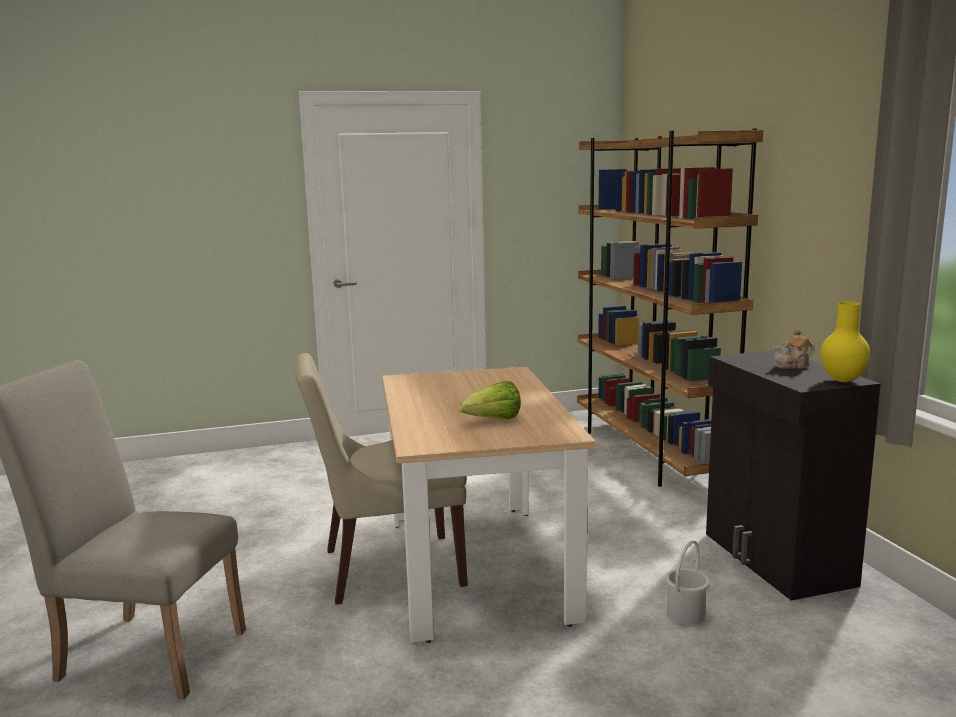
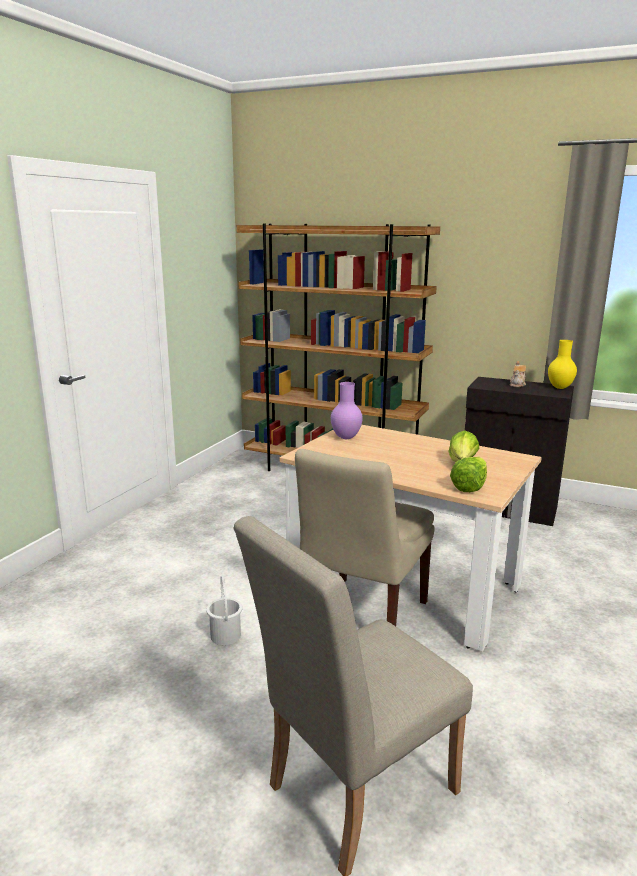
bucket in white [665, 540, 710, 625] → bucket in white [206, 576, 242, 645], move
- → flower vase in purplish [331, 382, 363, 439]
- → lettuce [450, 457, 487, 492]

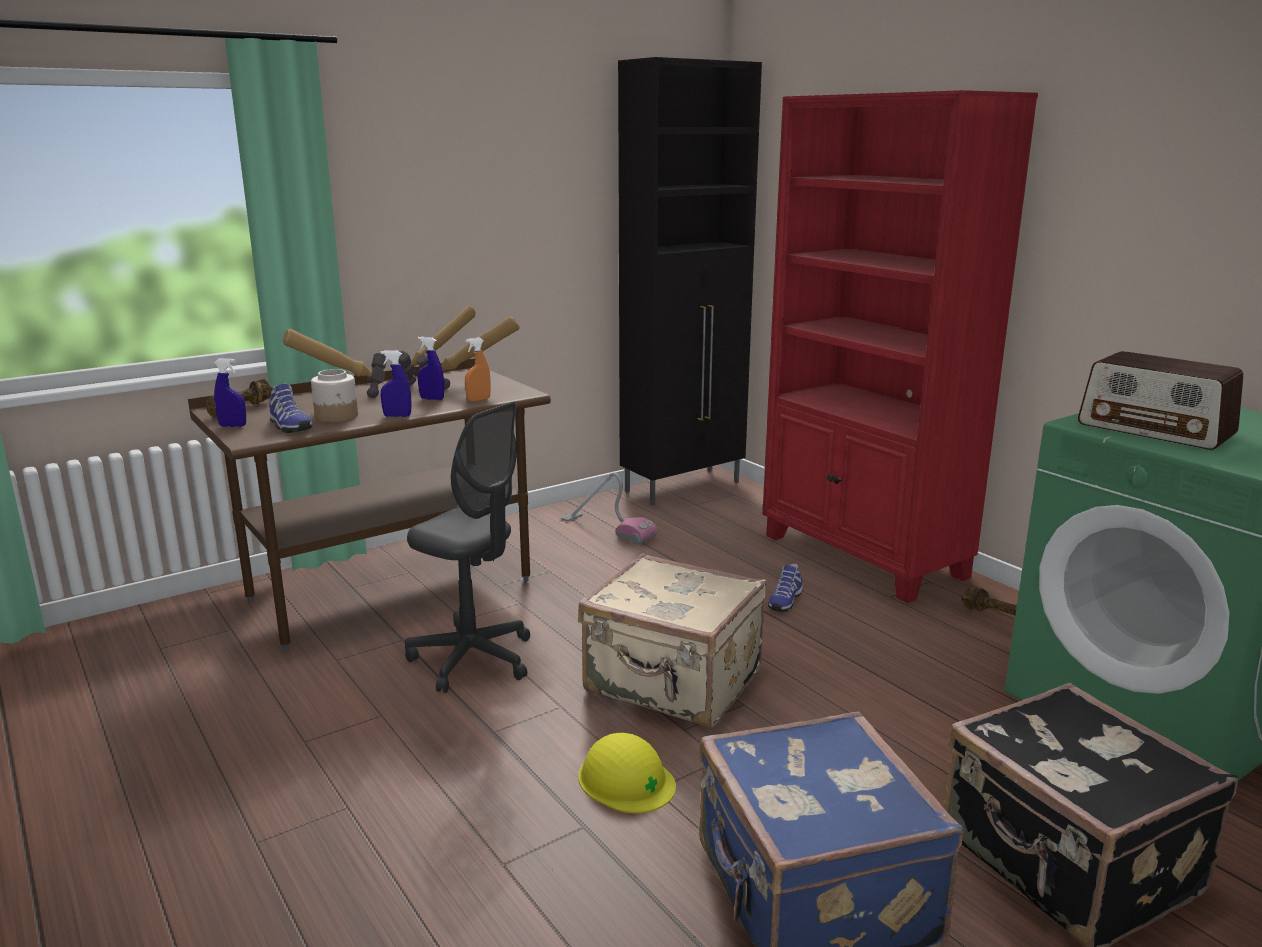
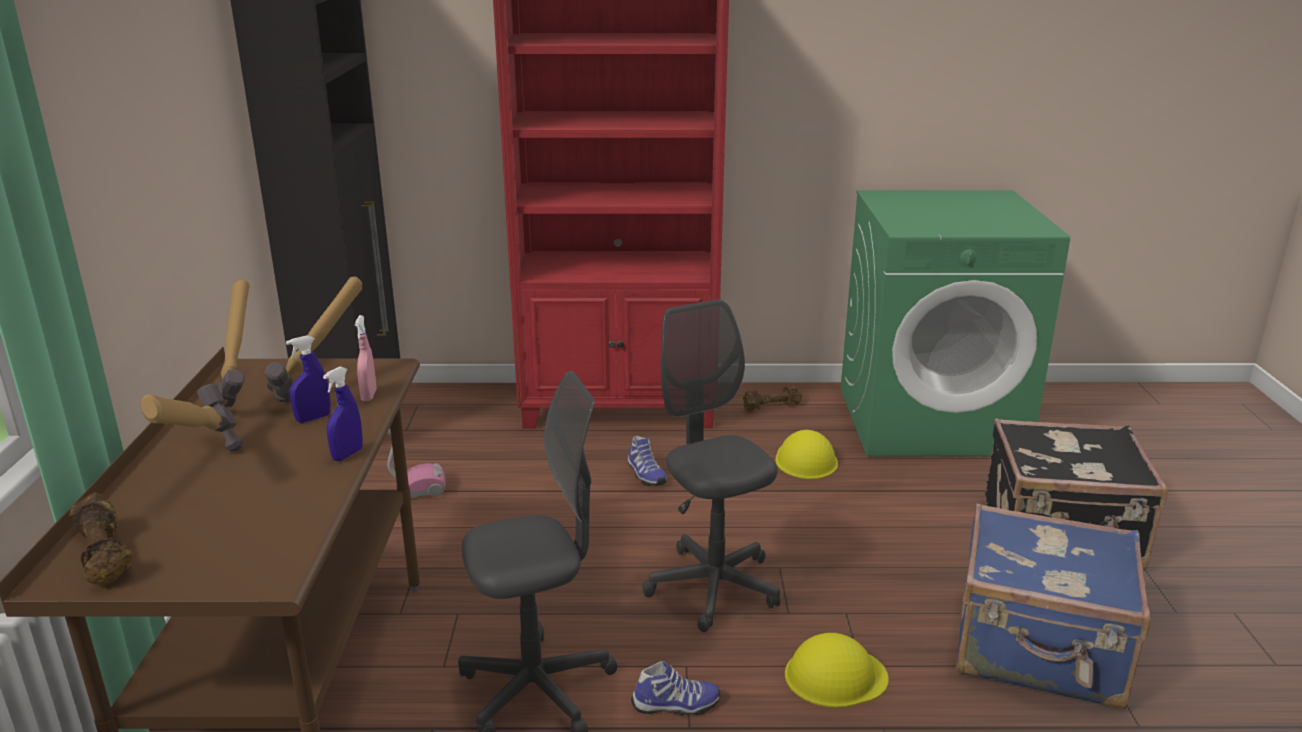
spray bottle in orange-coloured [465, 338, 491, 402] → spray bottle in pink [355, 315, 376, 401]
item of footwear [269, 384, 312, 433] → item of footwear [631, 661, 720, 716], move
suitcase in sand-coloured [578, 553, 767, 728] → office chair in gray [642, 299, 780, 632]
- → safety helmet in yellow [775, 430, 838, 479]
spray bottle in bluish [214, 358, 246, 427] → -
jar [311, 369, 358, 422] → -
radio set [1078, 351, 1243, 450] → -

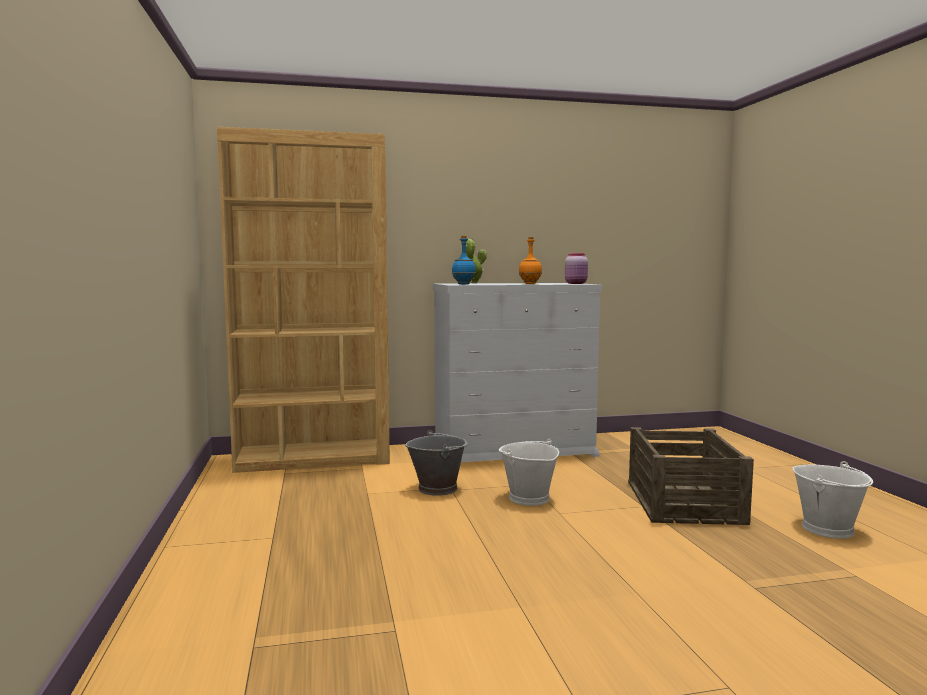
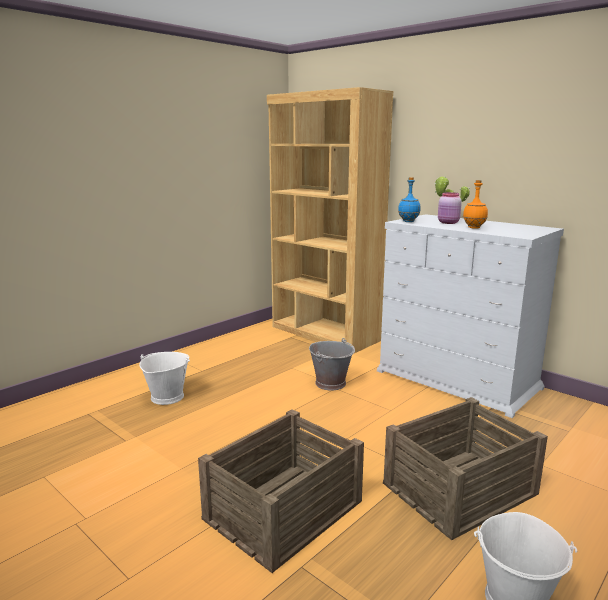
bucket in white [499, 439, 559, 506] → bucket in white [139, 352, 190, 405], move
- → packing crate [198, 409, 364, 573]
jar in pink [565, 253, 588, 284] → jar in pink [438, 192, 462, 224], move

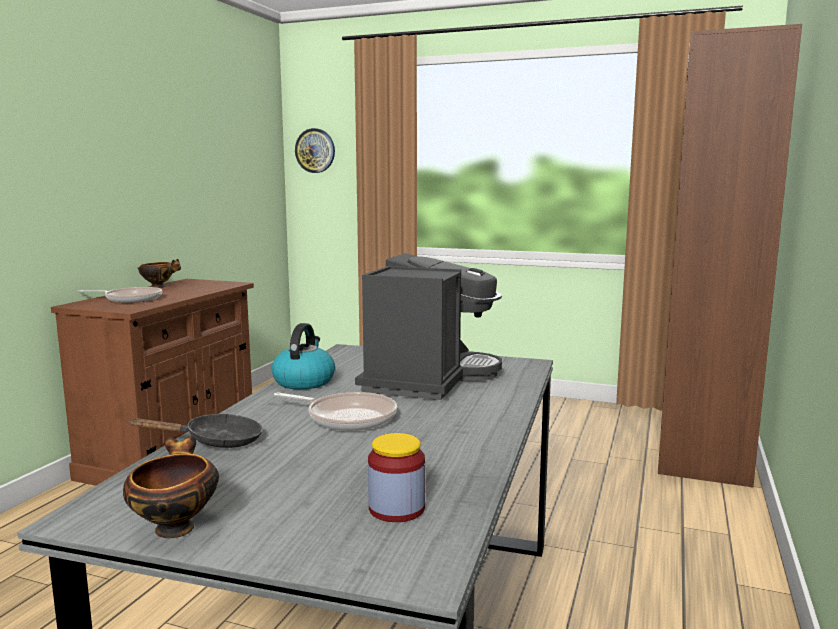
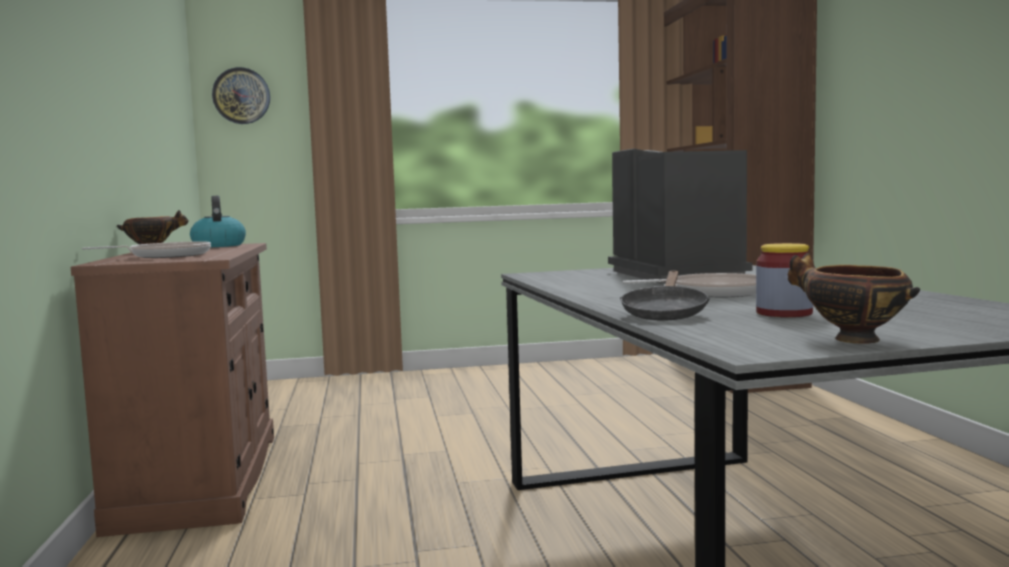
tea kettle [272, 323, 335, 389] → tea kettle [190, 196, 246, 247], move
pan in black-coloured [128, 414, 263, 448] → pan in black-coloured [620, 270, 710, 321], 150 degrees clockwise
jar [368, 433, 425, 522] → jar [756, 243, 814, 317], move

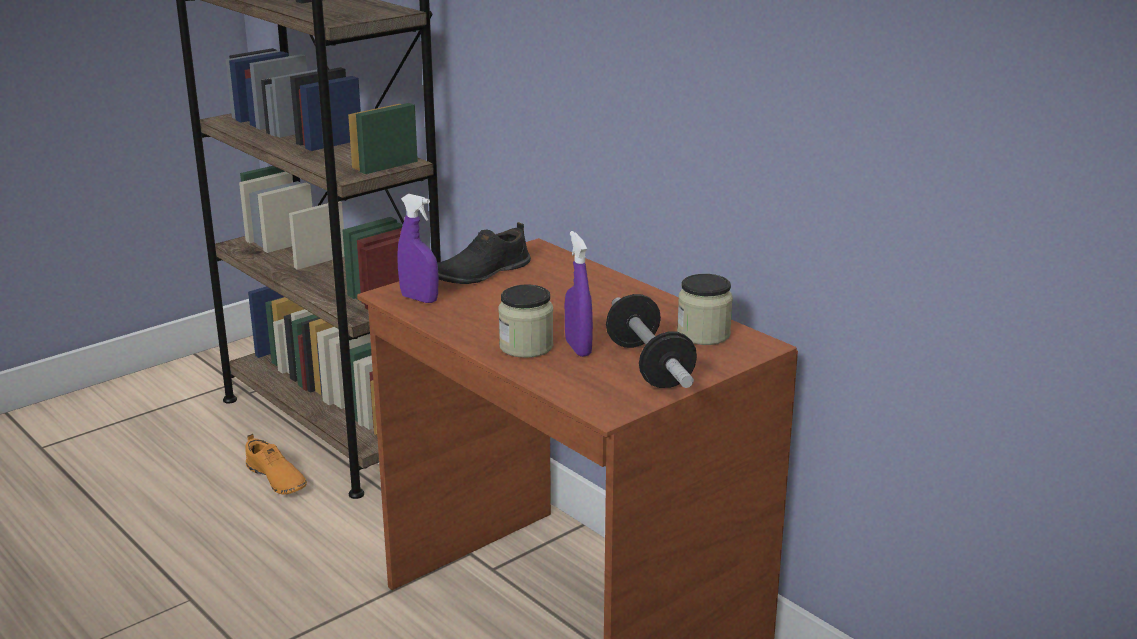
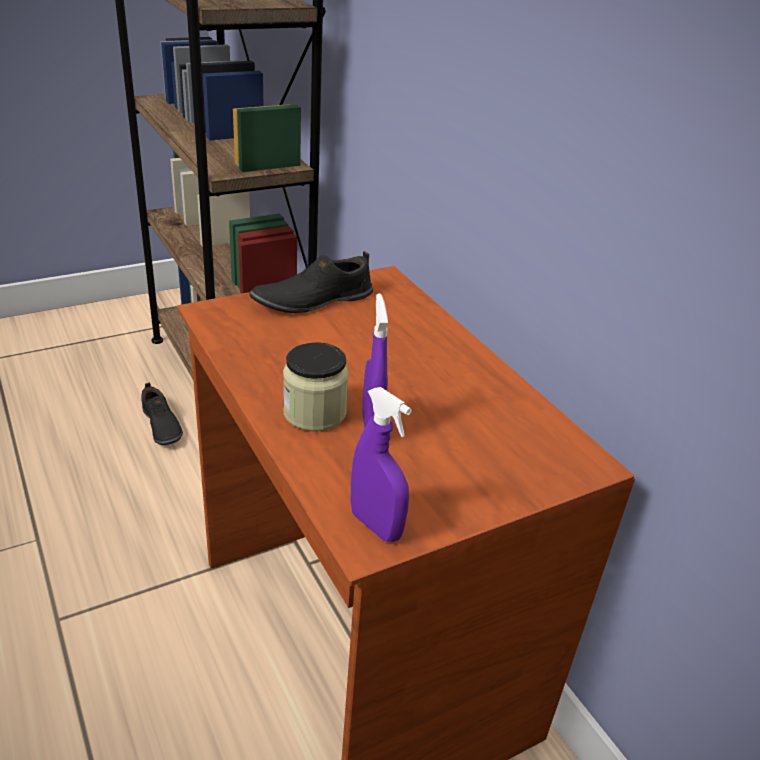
item of footwear in orange-coloured [245, 434, 307, 495] → item of footwear in black-coloured [141, 382, 183, 445]
spray bottle in purplish [397, 194, 439, 303] → spray bottle in purplish [351, 387, 412, 542], move
dumbbell [606, 294, 697, 388] → -
jar [677, 274, 733, 345] → -

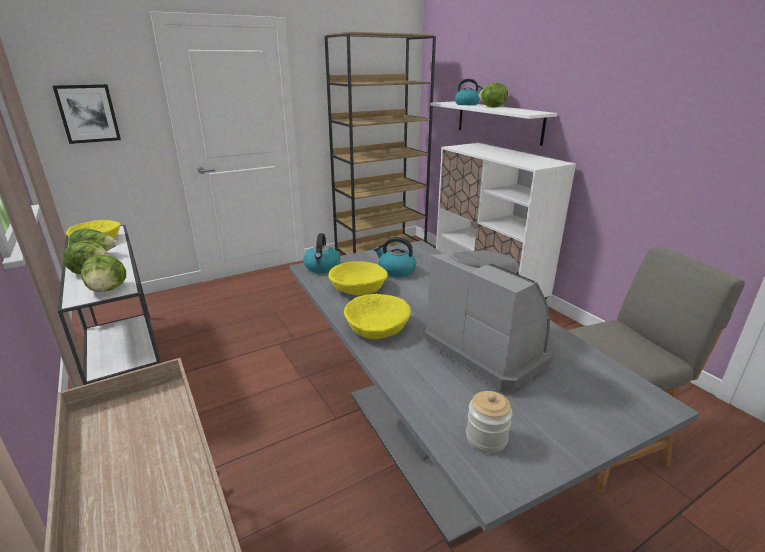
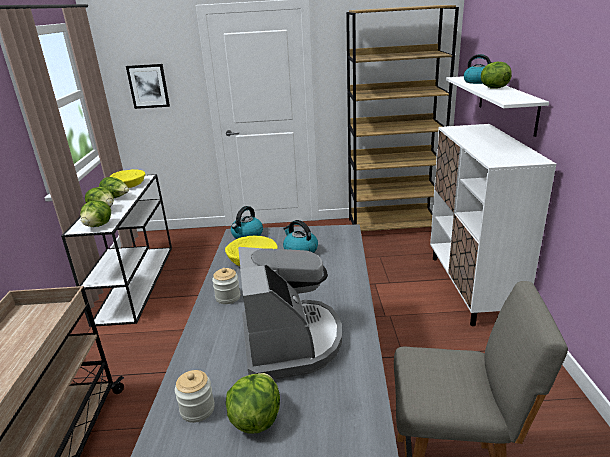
bowl in yellow [344, 294, 411, 339] → jar [212, 268, 240, 304]
- → lettuce [226, 373, 280, 433]

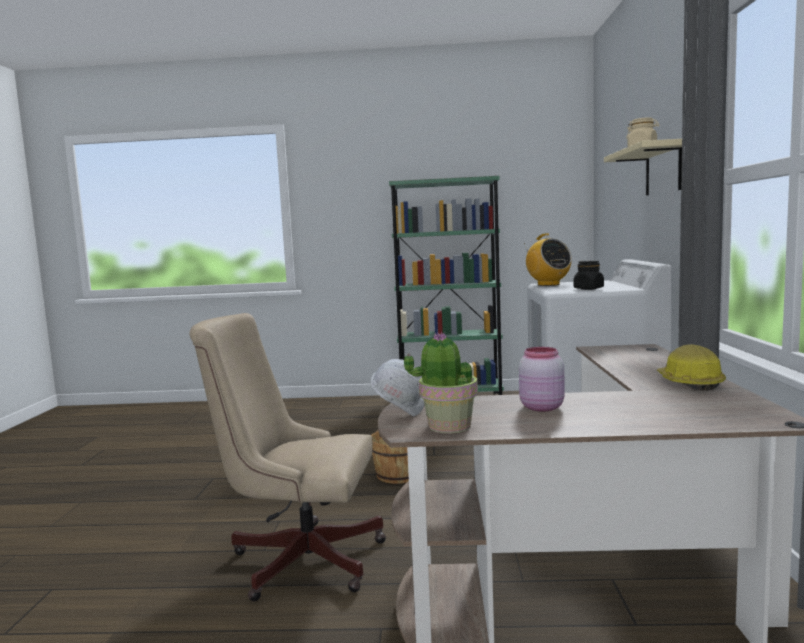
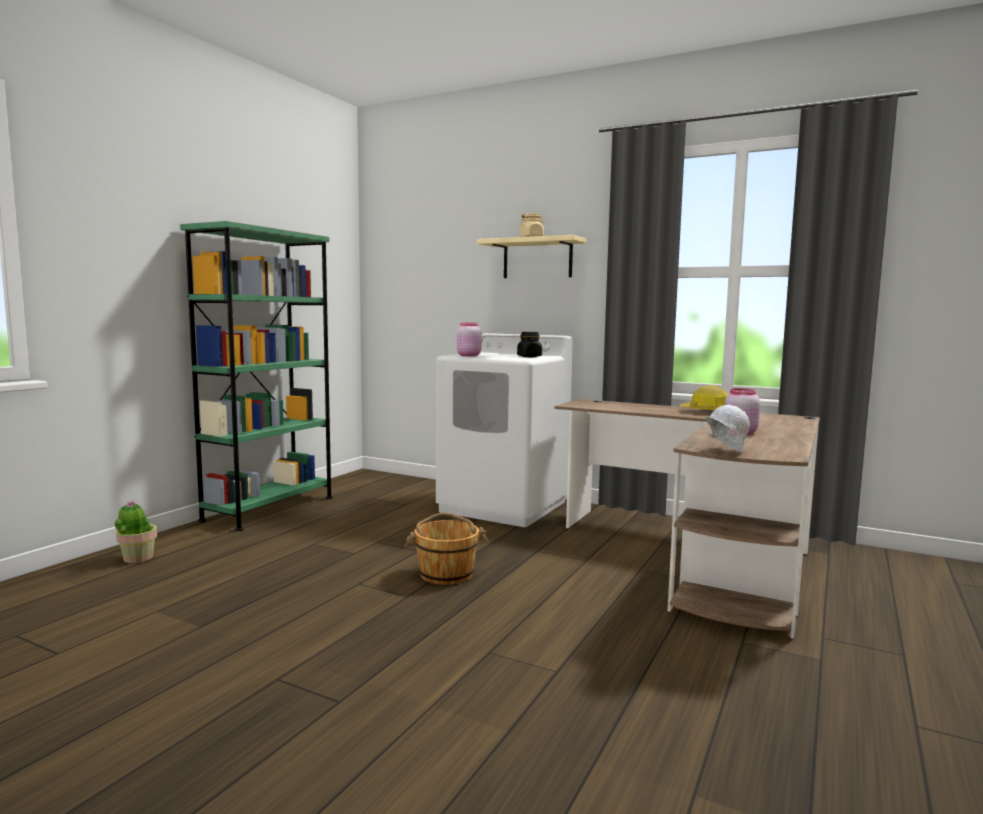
plant in a pot [404, 332, 478, 433] → plant in a pot [115, 501, 157, 563], move
radio set [524, 233, 572, 286] → jar in pink [457, 322, 482, 356]
office chair in sand-coloured [189, 313, 386, 601] → -

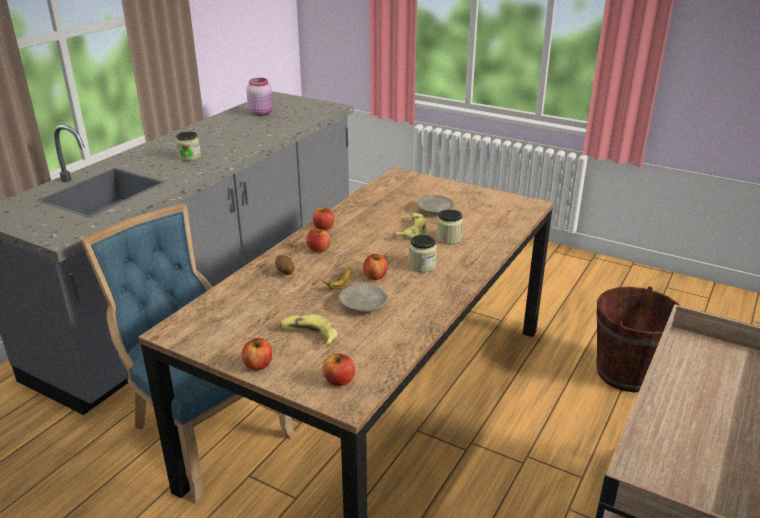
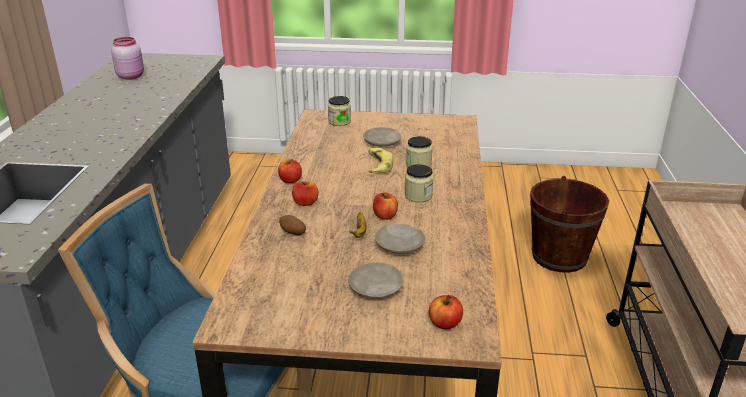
jar [176, 131, 201, 161] → jar [328, 96, 351, 126], move
whole banana [279, 314, 337, 346] → plate in sand-coloured [348, 262, 403, 299]
apple fruit [242, 338, 272, 370] → -

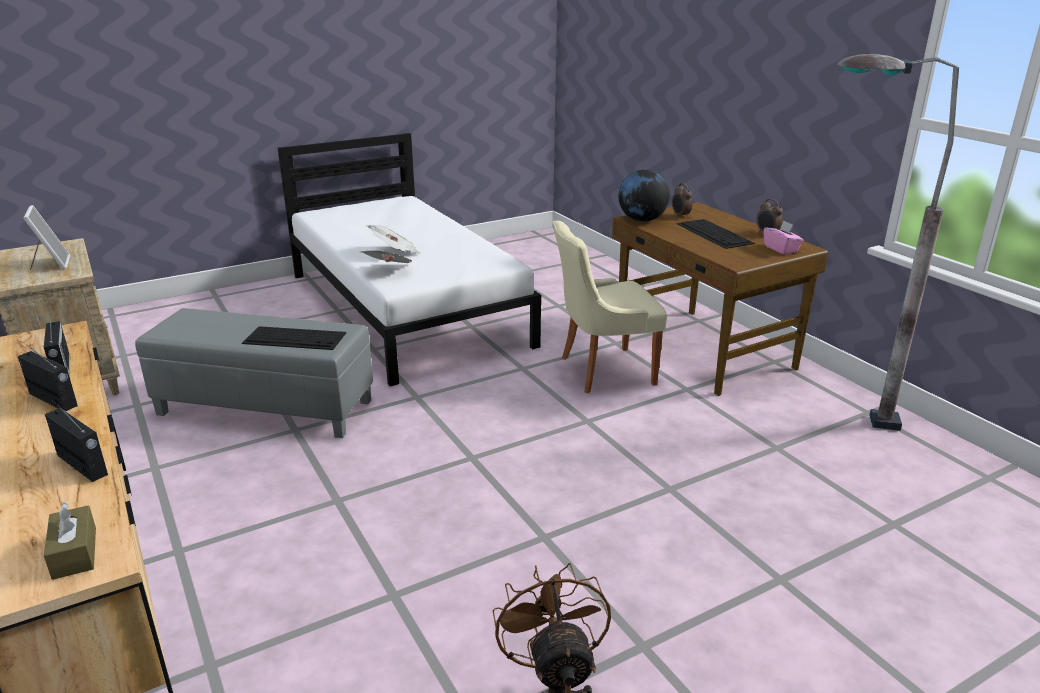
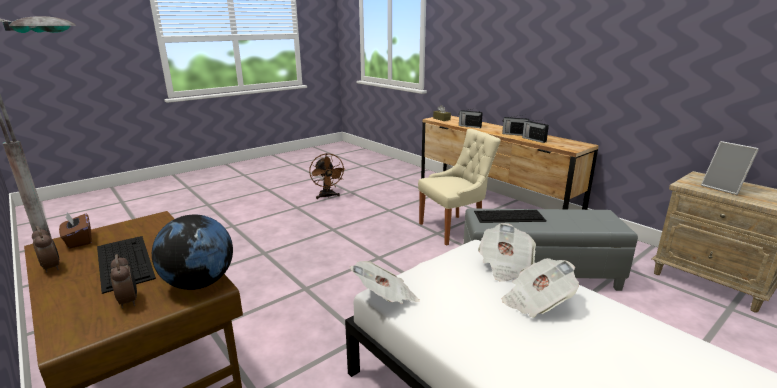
tissue holder in pink [763, 220, 803, 255] → tissue holder in brown-coloured [59, 212, 92, 248]
- → newspaper [350, 261, 420, 304]
plain chair in sand-coloured [553, 221, 667, 393] → plain chair in sand-coloured [418, 129, 501, 246], move

